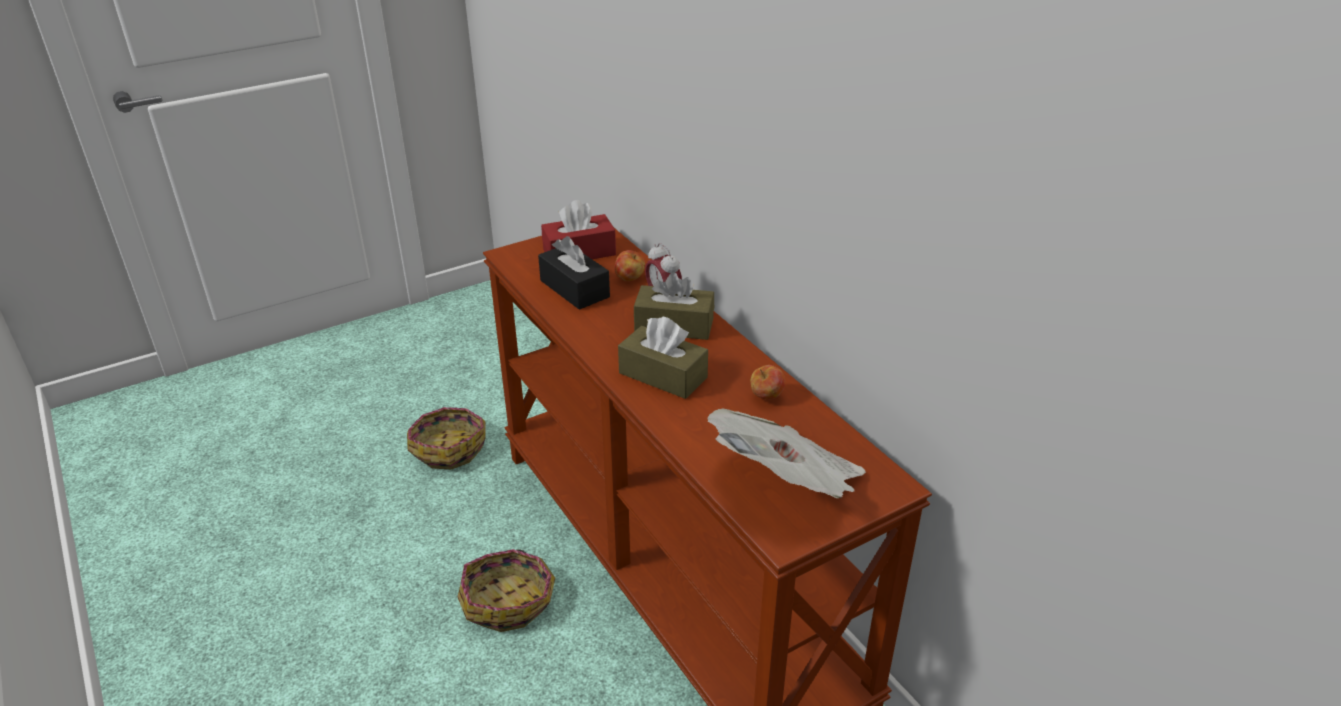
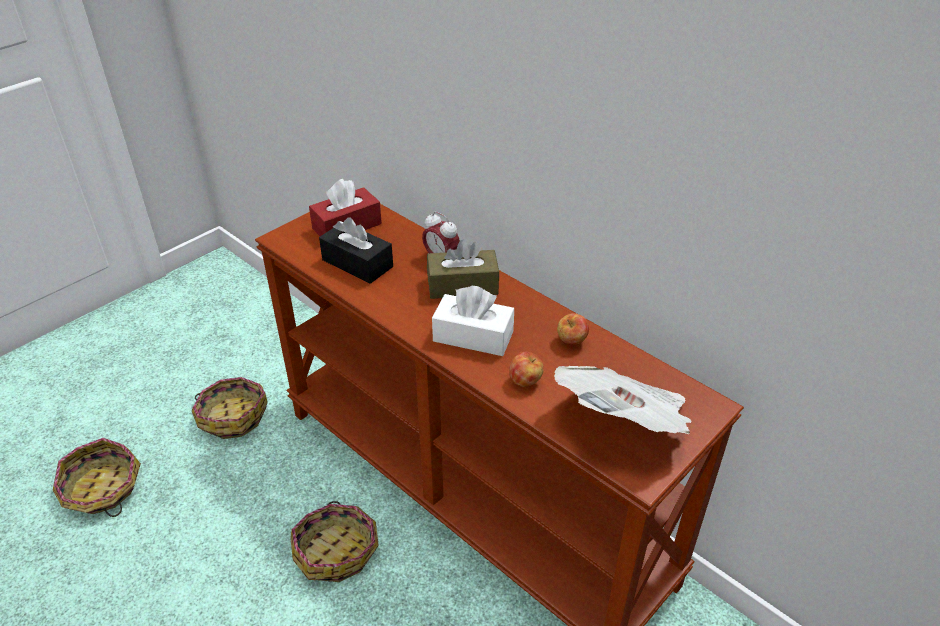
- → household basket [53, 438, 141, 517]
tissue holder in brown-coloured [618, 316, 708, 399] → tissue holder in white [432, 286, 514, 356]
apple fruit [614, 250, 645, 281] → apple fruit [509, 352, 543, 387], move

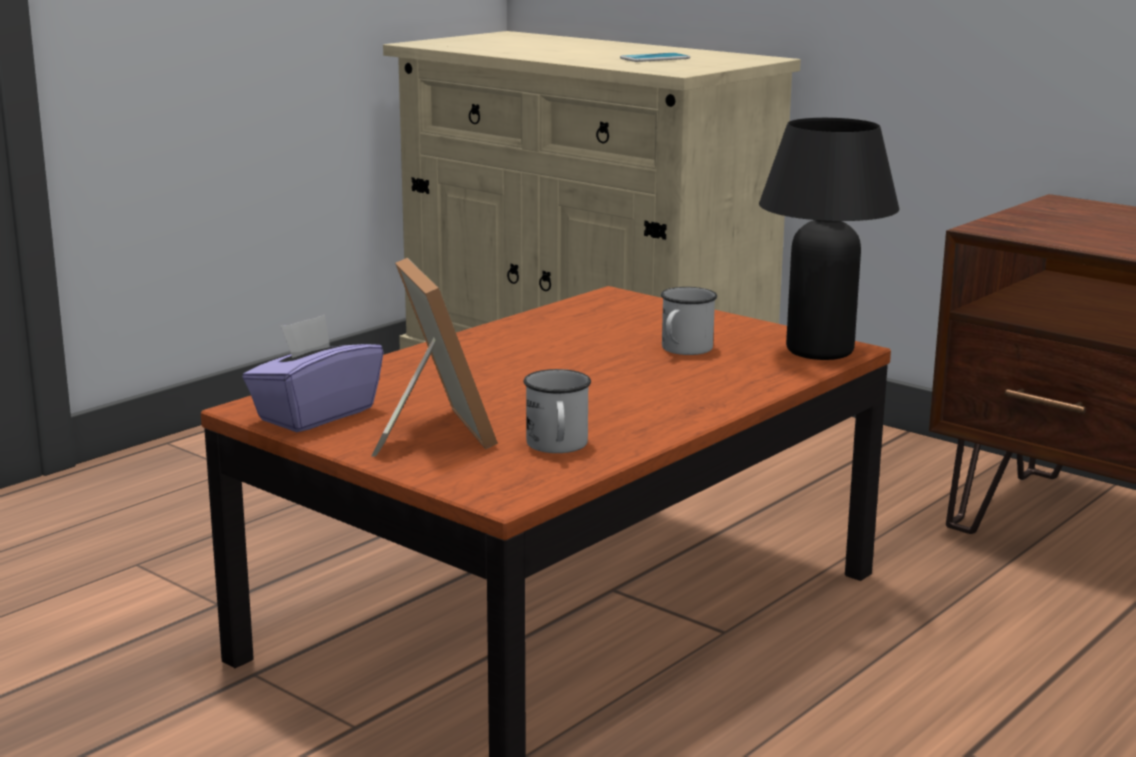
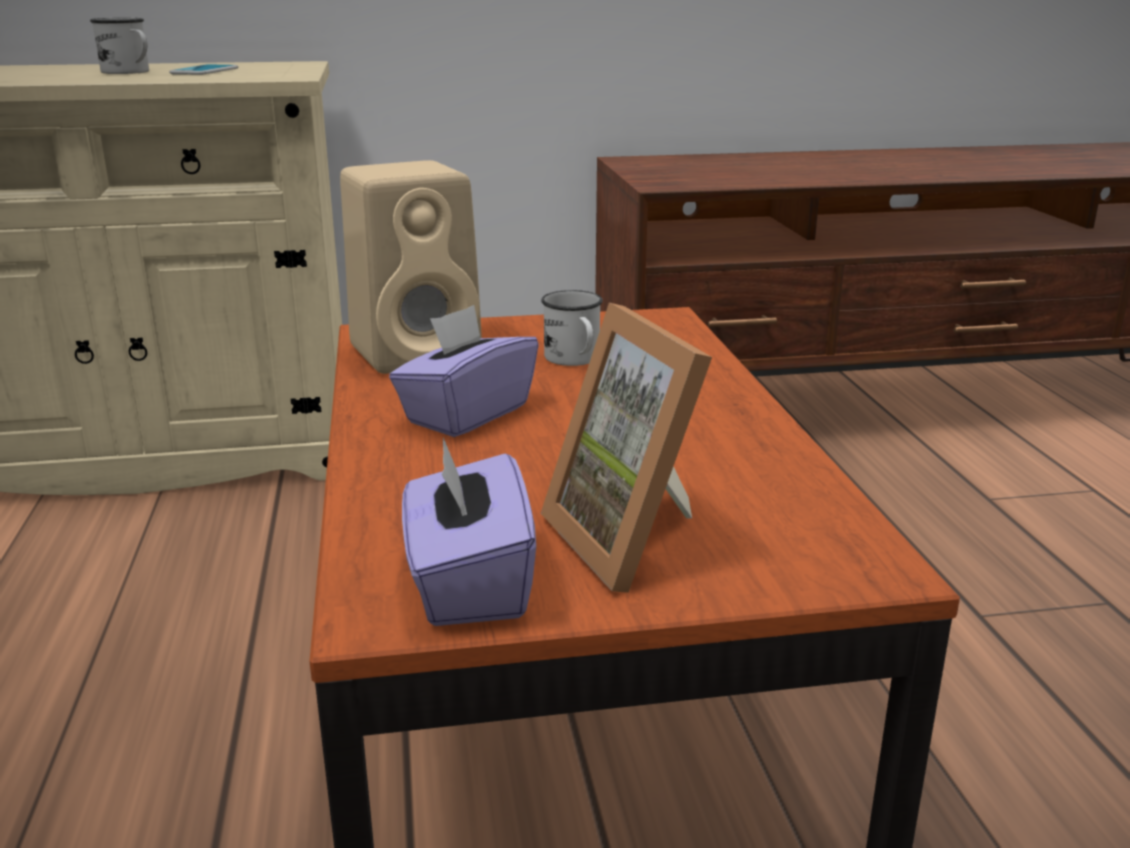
tea mug in white [524, 369, 591, 453] → tea mug in white [90, 18, 149, 74], move
- → speaker in sand-coloured [340, 160, 482, 374]
- → tissue holder in purplish [389, 305, 539, 437]
standing frame [372, 258, 498, 456] → standing frame [541, 303, 712, 593], 135 degrees counterclockwise
tabletop lamp in black-coloured [759, 118, 899, 360] → -

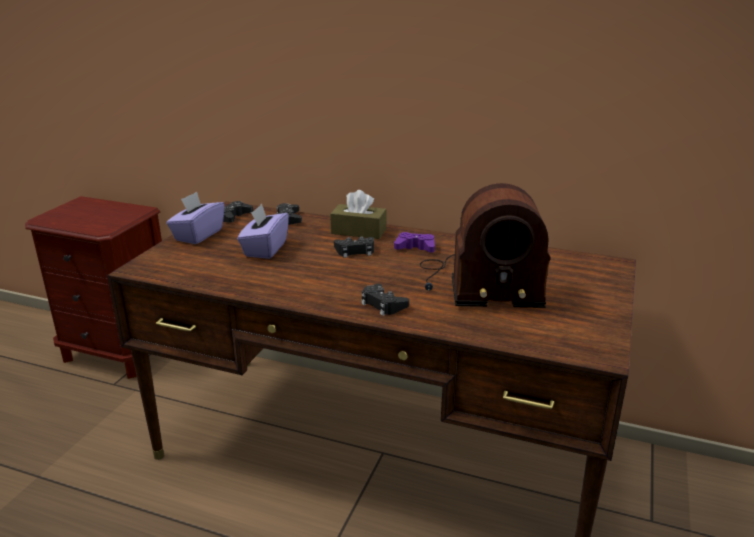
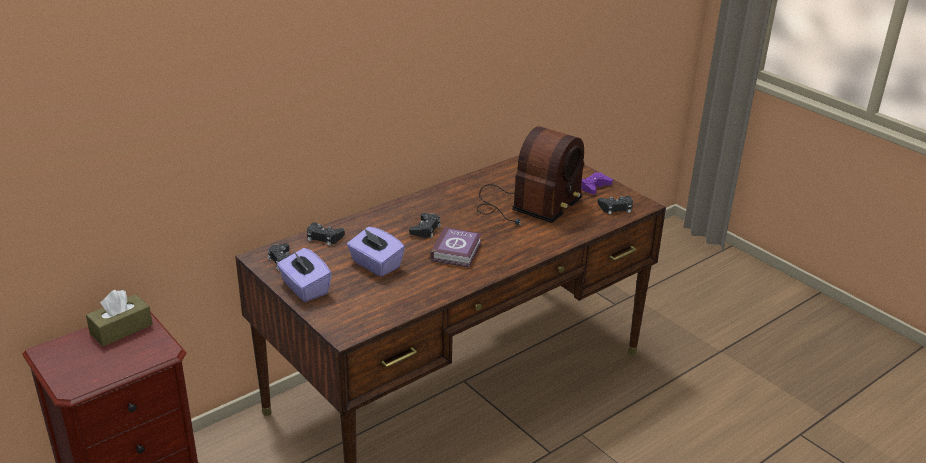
tissue holder in brown-coloured [330, 190, 387, 239] → tissue holder in brown-coloured [86, 290, 153, 347], move
- → volume [430, 226, 482, 268]
joypad in purplish [394, 232, 435, 253] → joypad in purplish [581, 172, 613, 194], move
joypad in black-coloured [361, 284, 409, 316] → joypad in black-coloured [597, 196, 633, 214], move

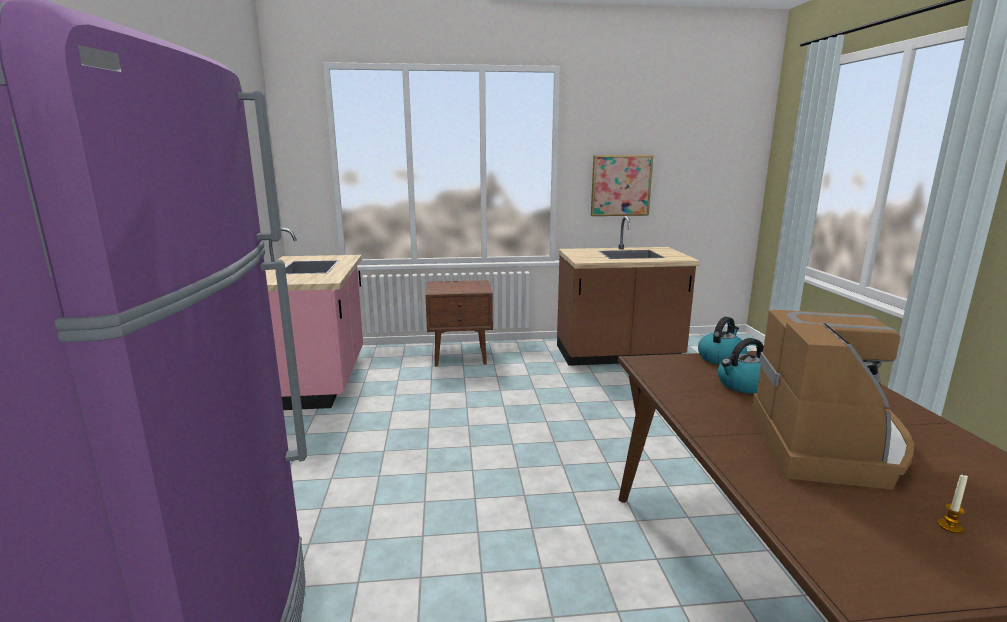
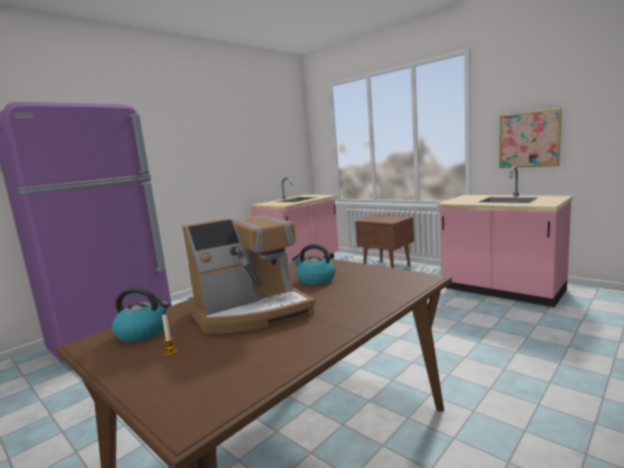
tea kettle [698, 317, 747, 365] → tea kettle [112, 287, 170, 342], move
kitchen base unit in brown-coloured [557, 216, 700, 366] → kitchen base unit in pink [437, 166, 573, 307]

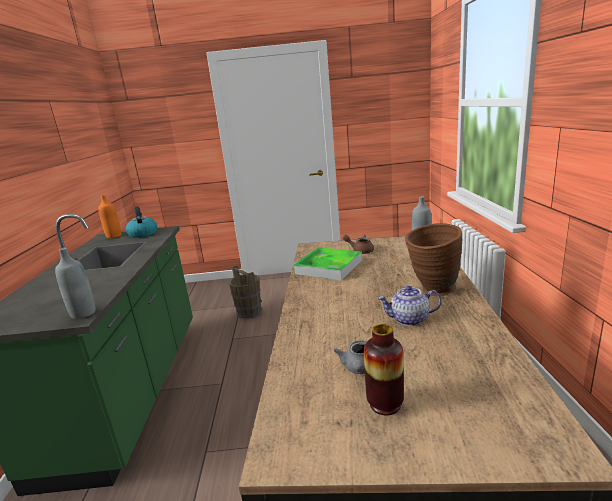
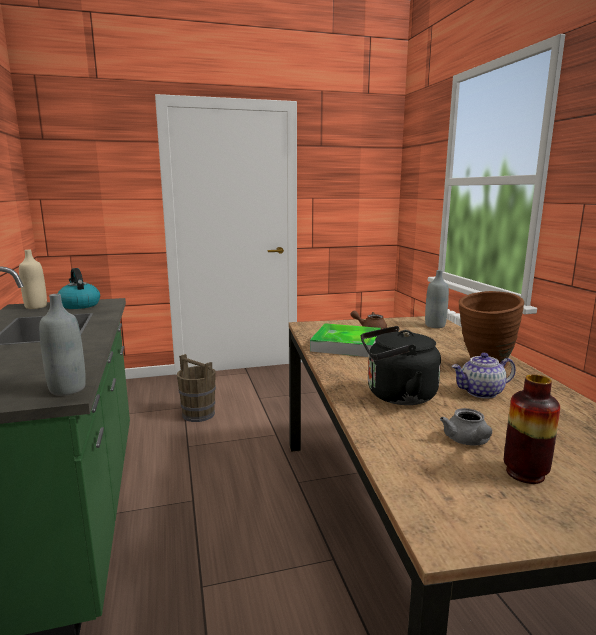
drink bottle in orange-coloured [98, 195, 121, 238] → drink bottle in sand-coloured [19, 250, 47, 309]
- → tea kettle in black-coloured [361, 326, 441, 405]

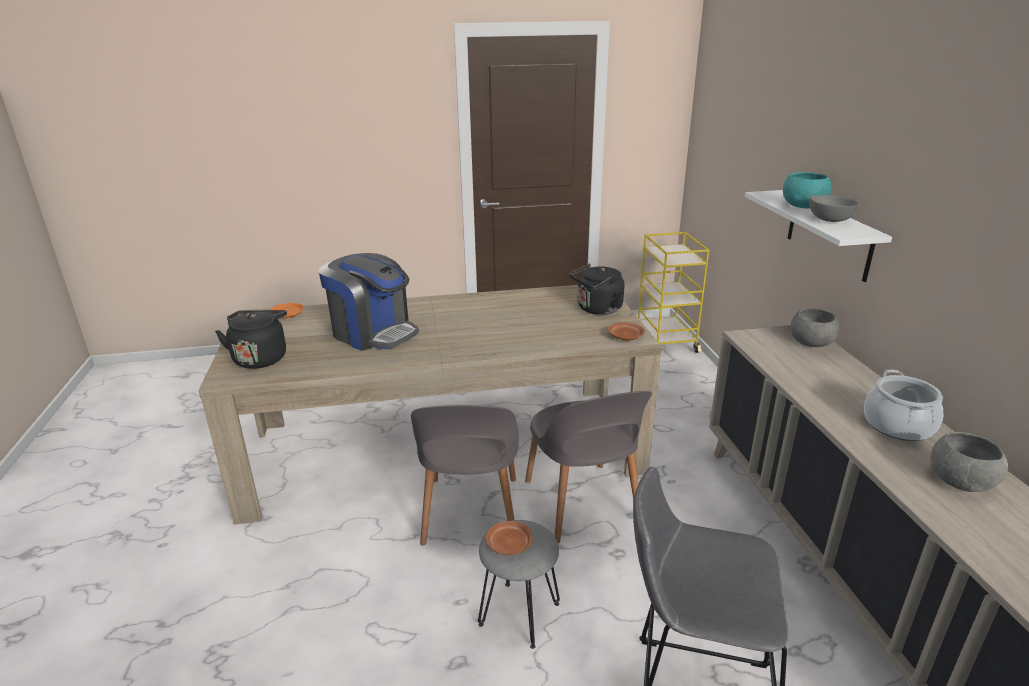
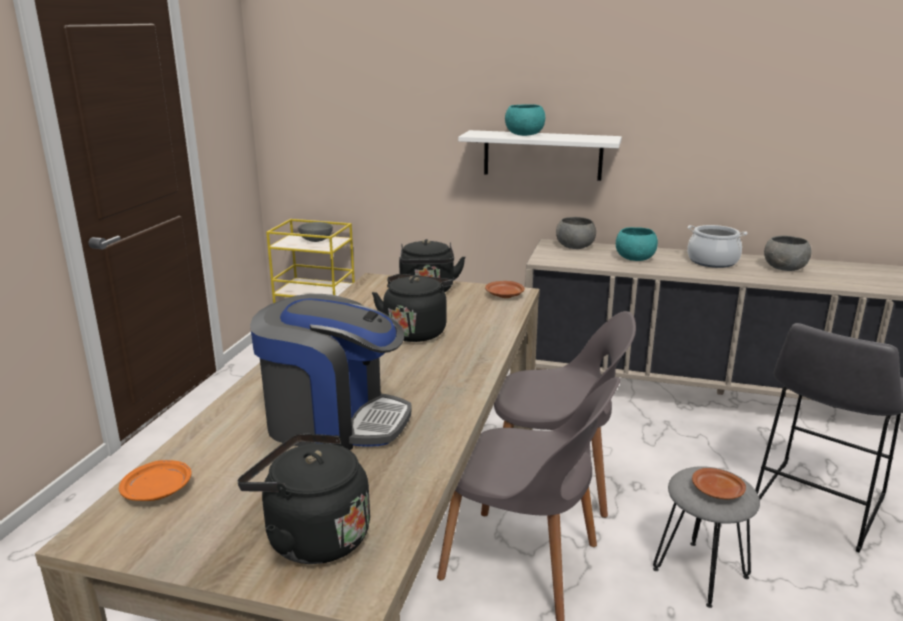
coffee maker [318, 253, 419, 351] → coffee maker [250, 294, 411, 450], 45 degrees clockwise
bowl in gray [809, 195, 859, 222] → bowl in gray [298, 222, 333, 242], move
- → tea kettle in black-coloured [372, 274, 453, 342]
- → bowl in turquoise [616, 227, 658, 261]

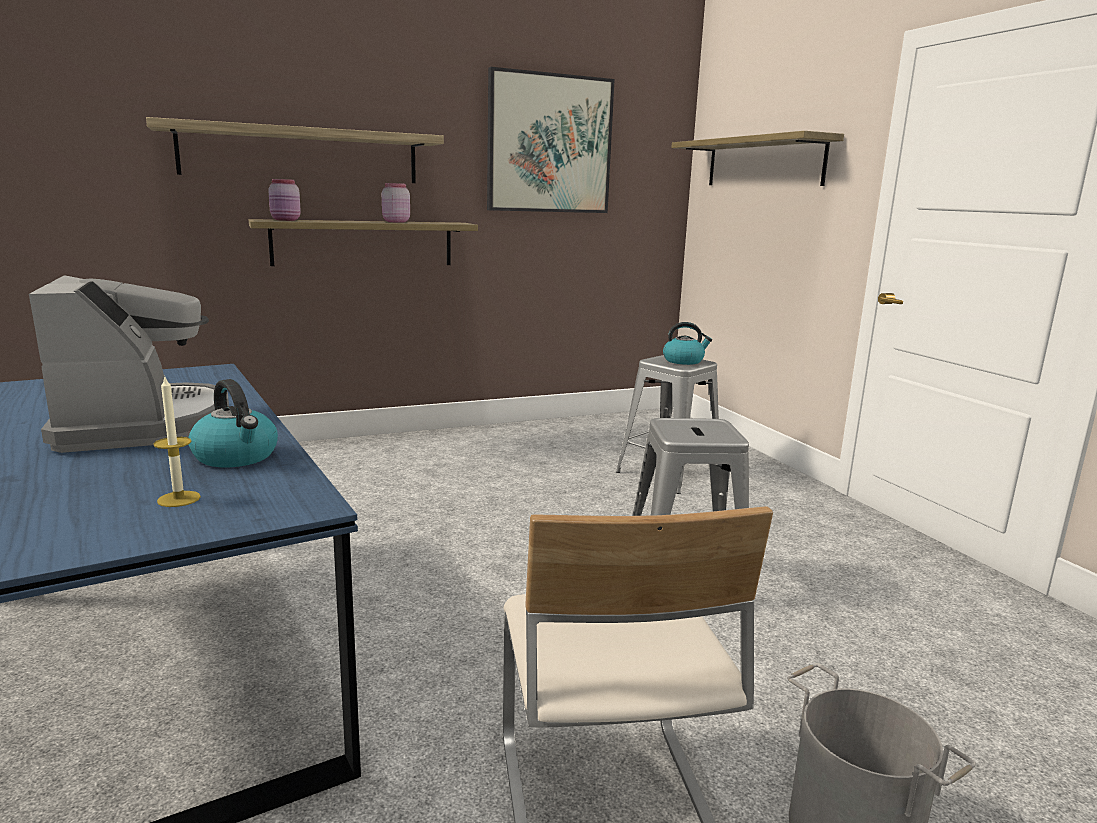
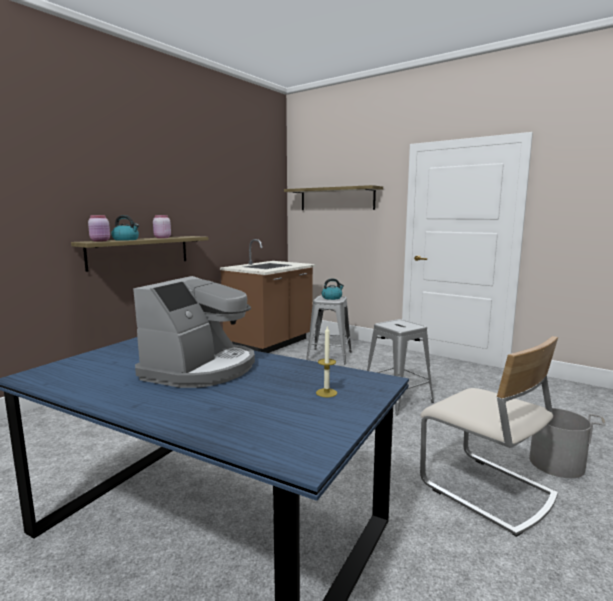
tea kettle [188, 379, 278, 467] → tea kettle [111, 215, 139, 241], move
coffee maker [29, 275, 229, 453] → coffee maker [133, 276, 255, 388], 75 degrees clockwise
- → kitchen base unit in brown-coloured [220, 239, 316, 353]
wall shelf [146, 117, 444, 183] → -
picture [487, 67, 615, 213] → -

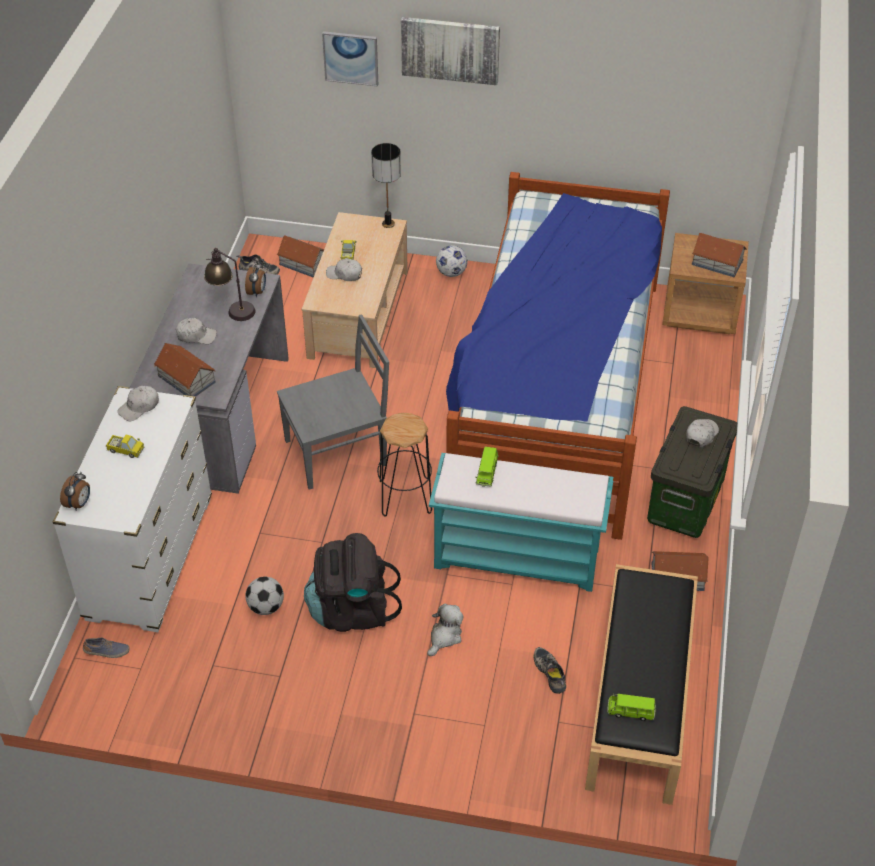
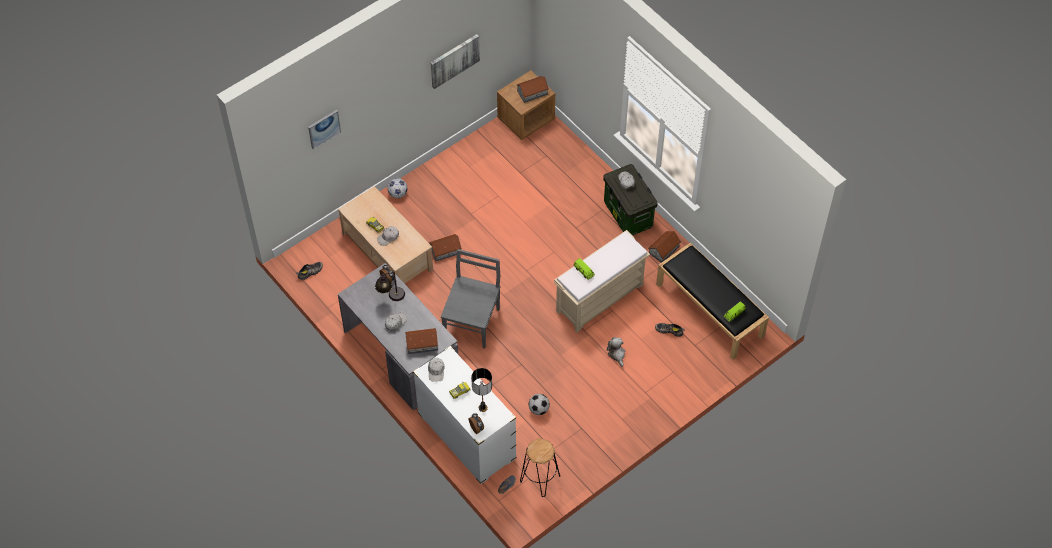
miniature house [277, 236, 324, 278] → miniature house [429, 234, 462, 261], move
picture [401, 17, 500, 85] → picture [431, 34, 480, 89], move
tabletop lamp [371, 143, 401, 228] → tabletop lamp [471, 368, 492, 412], move
stool seat in black-coloured [377, 413, 432, 516] → stool seat in black-coloured [520, 438, 560, 497], move
indoor bench in turquoise [429, 453, 613, 592] → indoor bench in sand-coloured [554, 230, 650, 332]
knapsack in black-coloured [304, 533, 402, 632] → -
bed [446, 172, 670, 540] → -

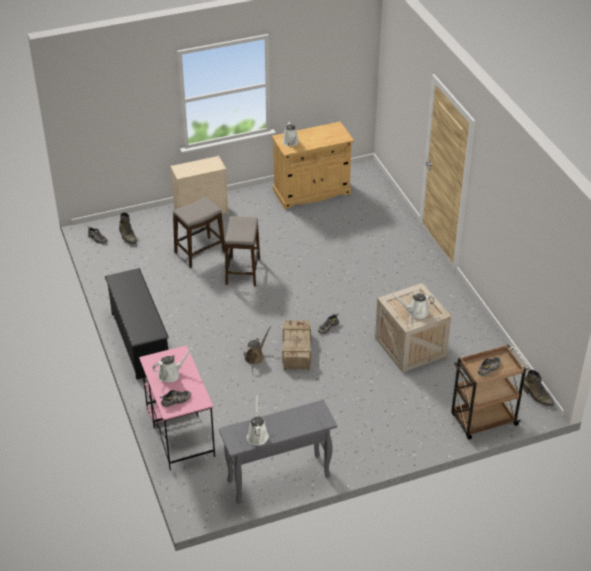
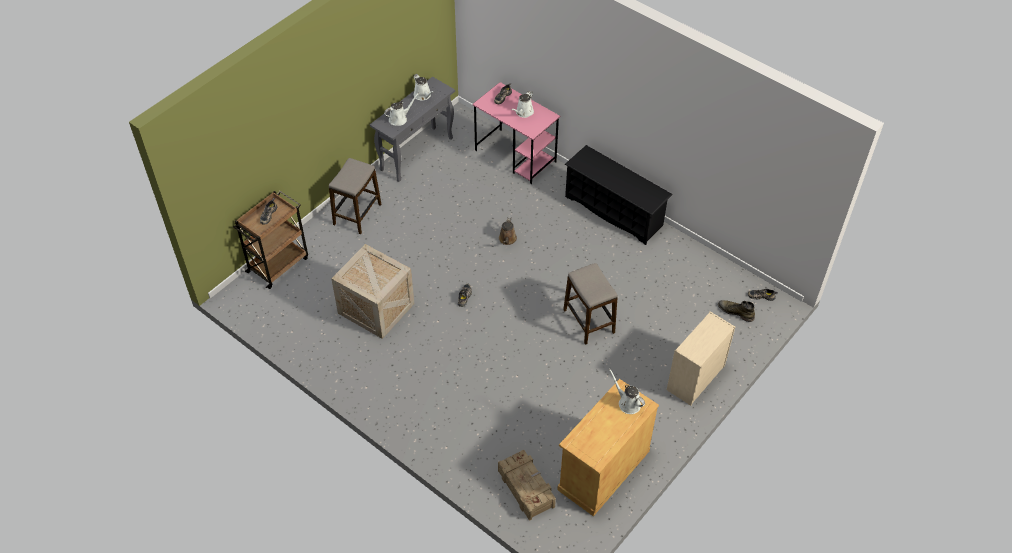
stool seat [173, 197, 225, 268] → stool seat [329, 158, 381, 235], move
sprinkling can in white [393, 294, 434, 319] → sprinkling can in white [384, 93, 419, 126], move
packing crate [282, 320, 311, 370] → packing crate [498, 449, 556, 521], move
tall boot in green [523, 370, 554, 407] → -

